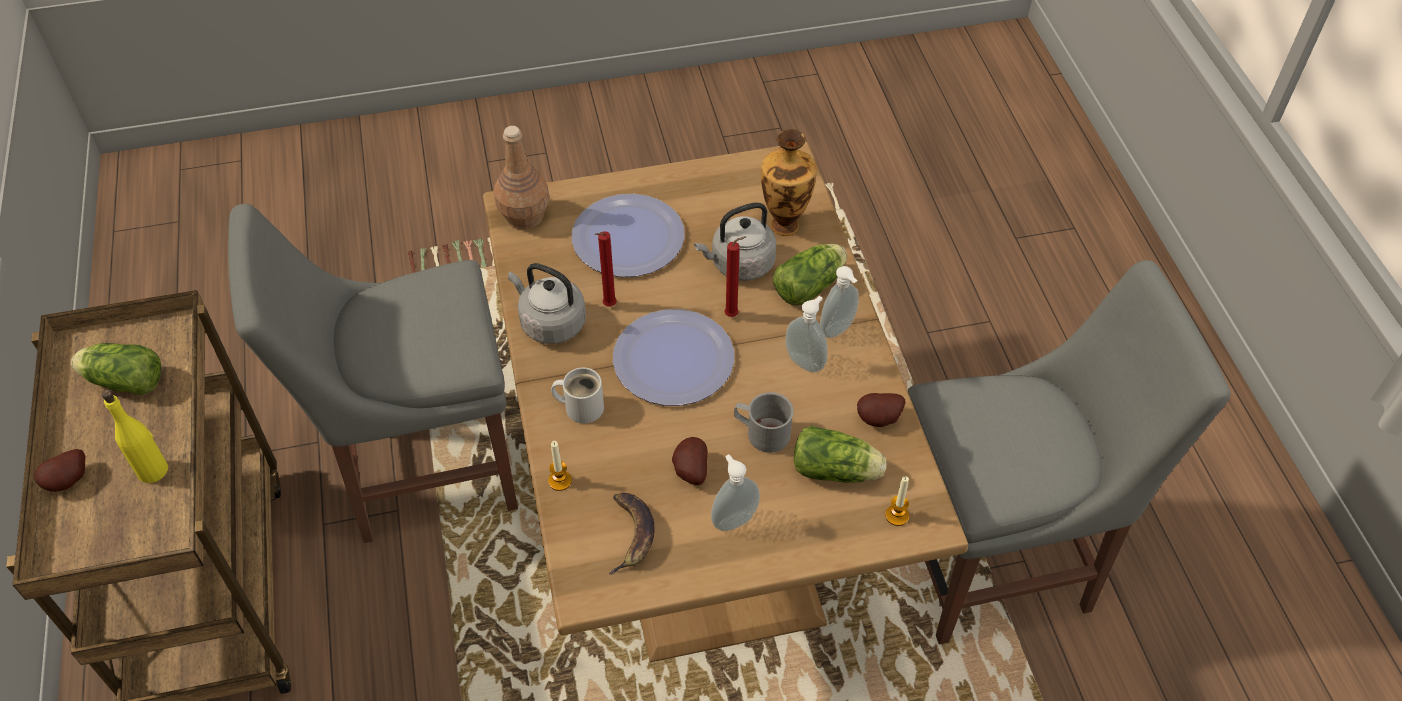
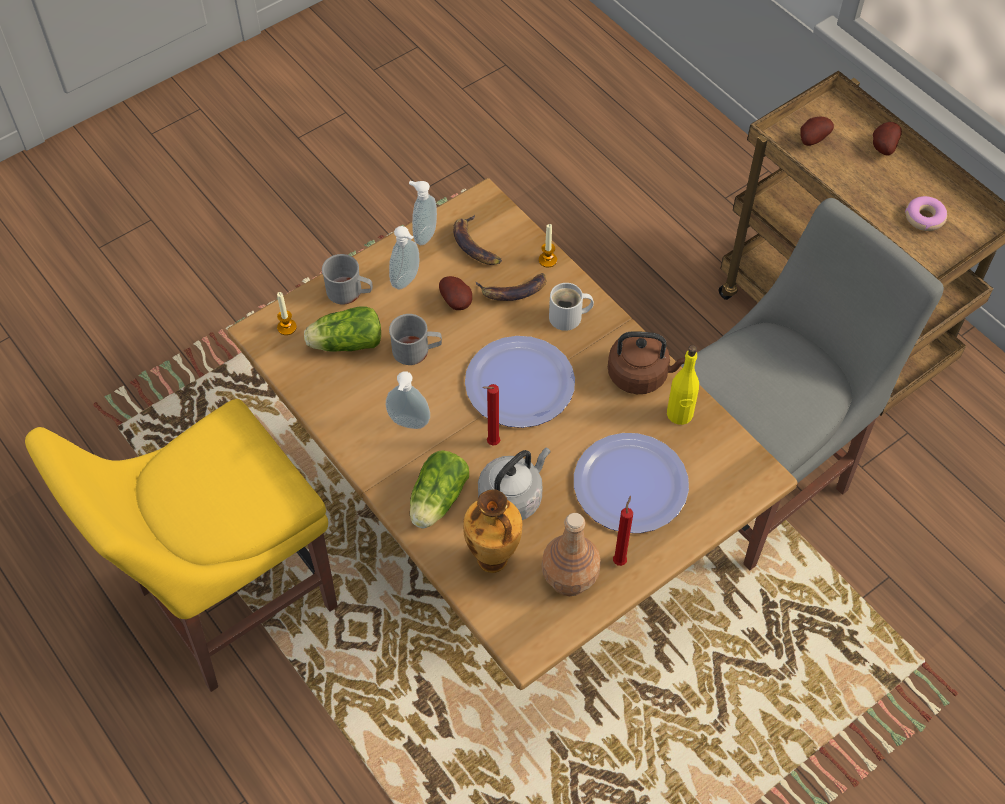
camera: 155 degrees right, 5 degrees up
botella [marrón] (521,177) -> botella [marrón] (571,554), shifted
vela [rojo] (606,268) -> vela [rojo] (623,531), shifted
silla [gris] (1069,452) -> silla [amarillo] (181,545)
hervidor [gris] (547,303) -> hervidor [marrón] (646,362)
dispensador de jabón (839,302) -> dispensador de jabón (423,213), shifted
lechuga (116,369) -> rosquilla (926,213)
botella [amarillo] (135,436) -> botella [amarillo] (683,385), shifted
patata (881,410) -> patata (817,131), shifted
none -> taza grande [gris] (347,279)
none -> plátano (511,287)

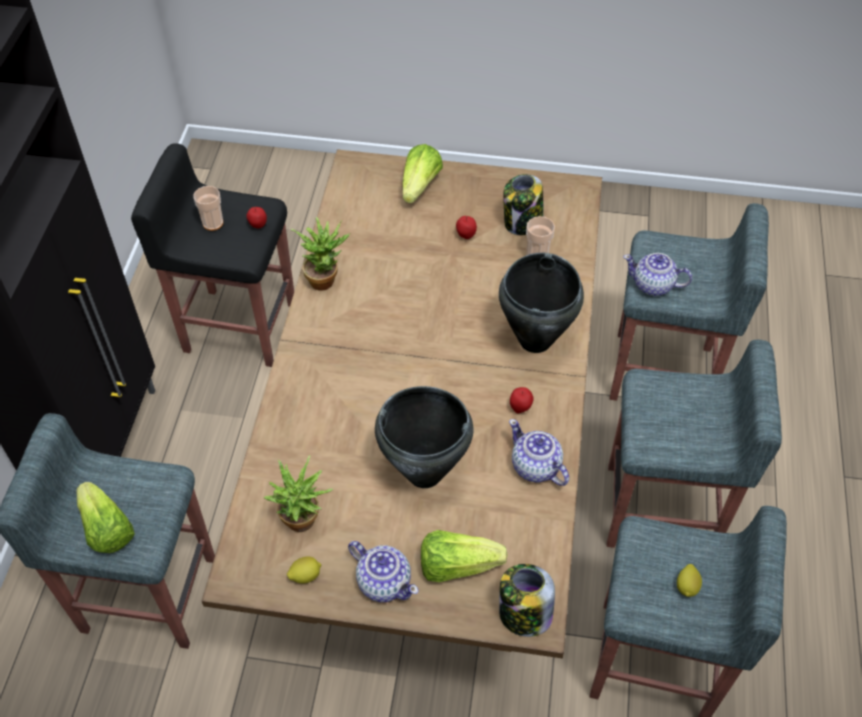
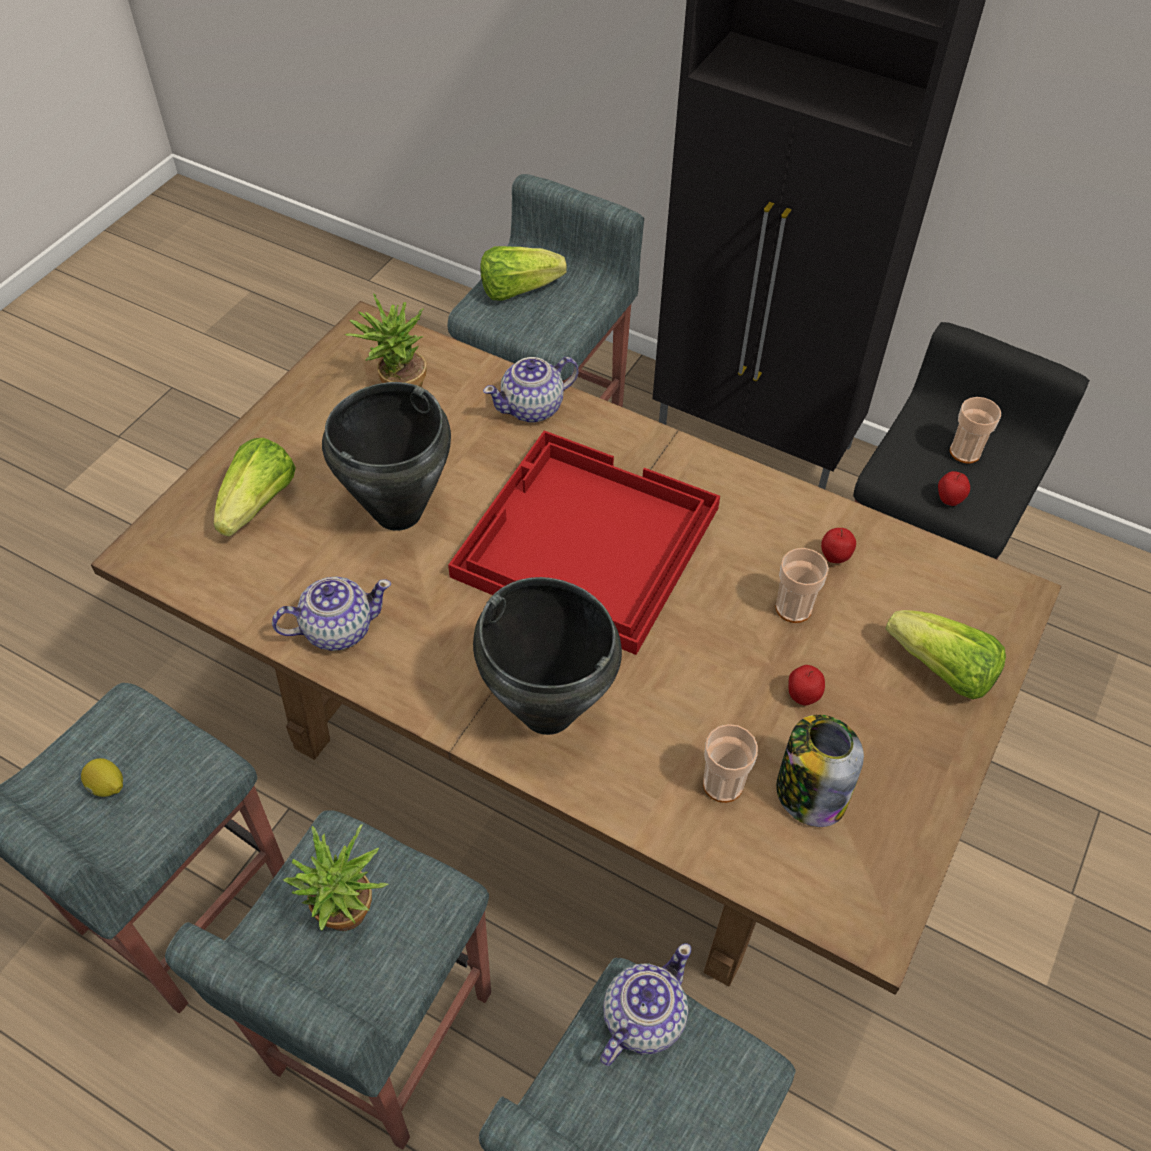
camera: 110 degrees right, 0 degrees up
planta en maceta (320,254) -> planta en maceta (336,877), shifted
manzana (522,400) -> manzana (838,545), shifted
tetera (383,571) -> tetera (530,389), shifted
limón (304,570) -> none
tarro (527,600) -> none
none -> bandeja [rojo] (584,542)
none -> taza (802,585)

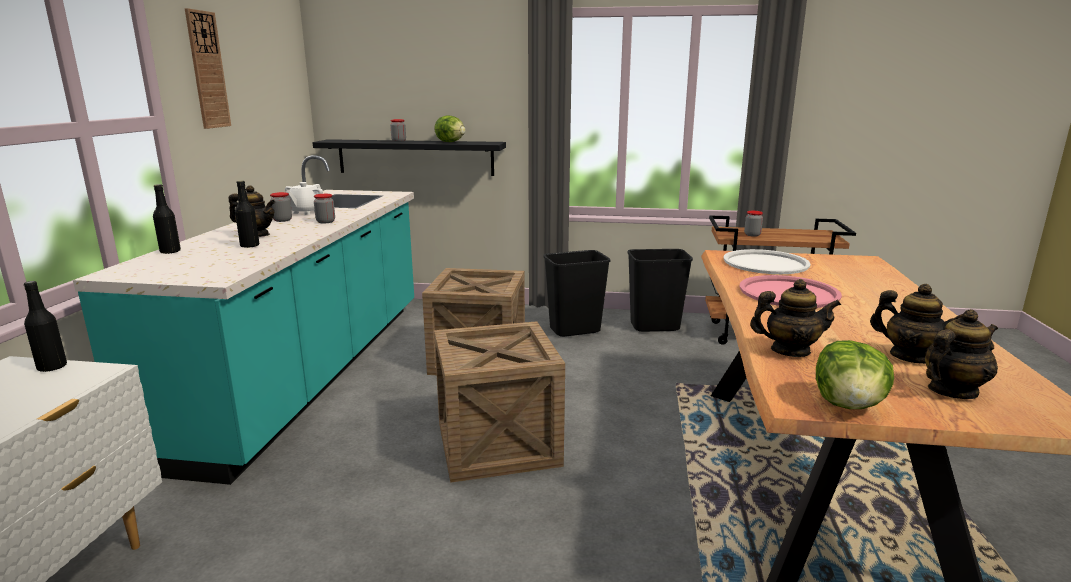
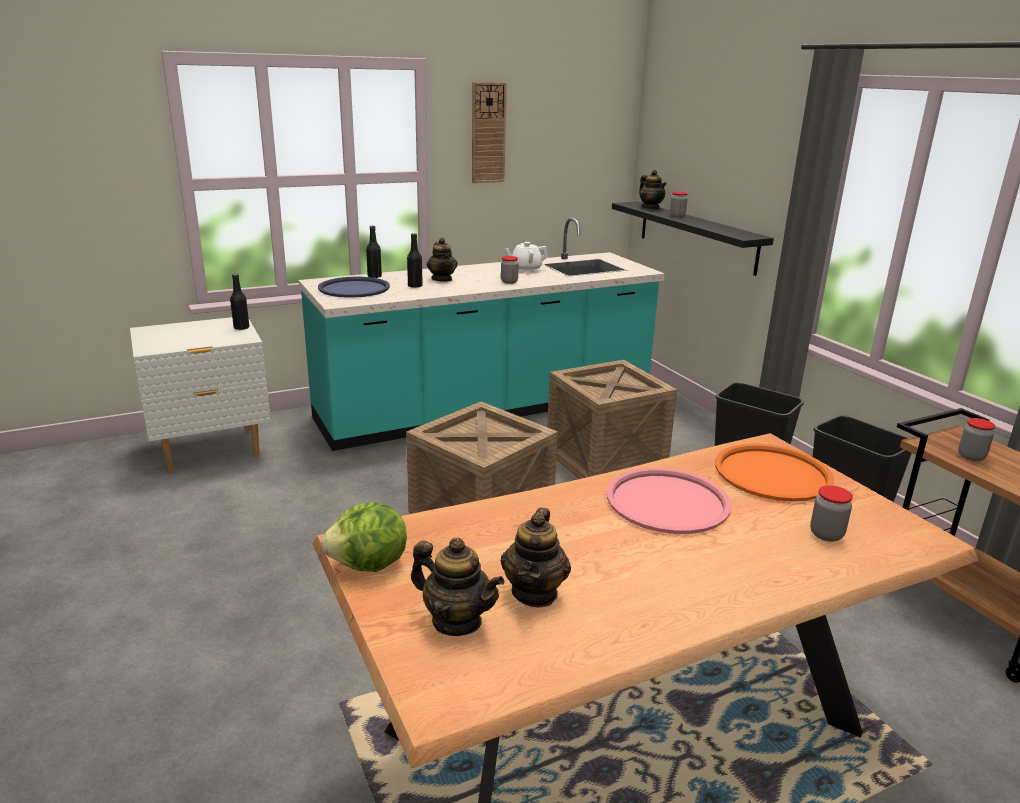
camera: 55 degrees right, 5 degrees up
lechuga (449,128) -> none
tarro (281,207) -> tarro (831,513), shifted
bandeja [blanco] (767,261) -> bandeja [naranja] (775,472)
tetera (795,318) -> tetera (653,189), shifted
none -> bandeja [azul] (354,287)

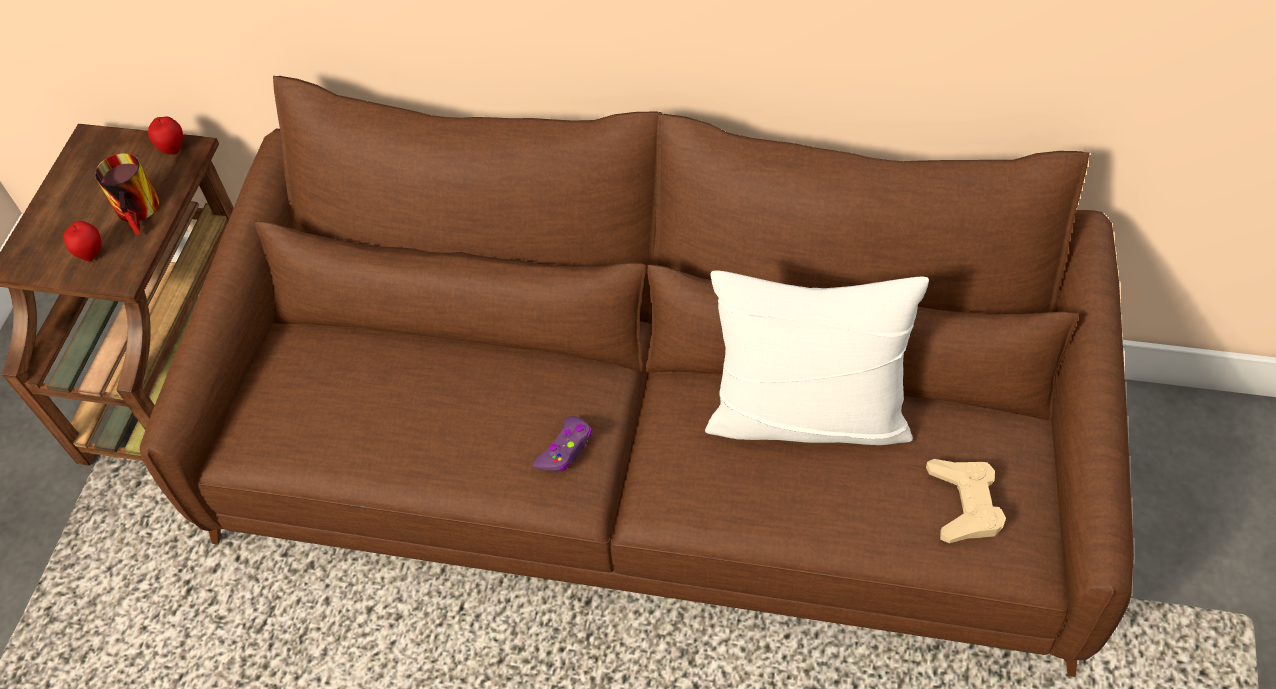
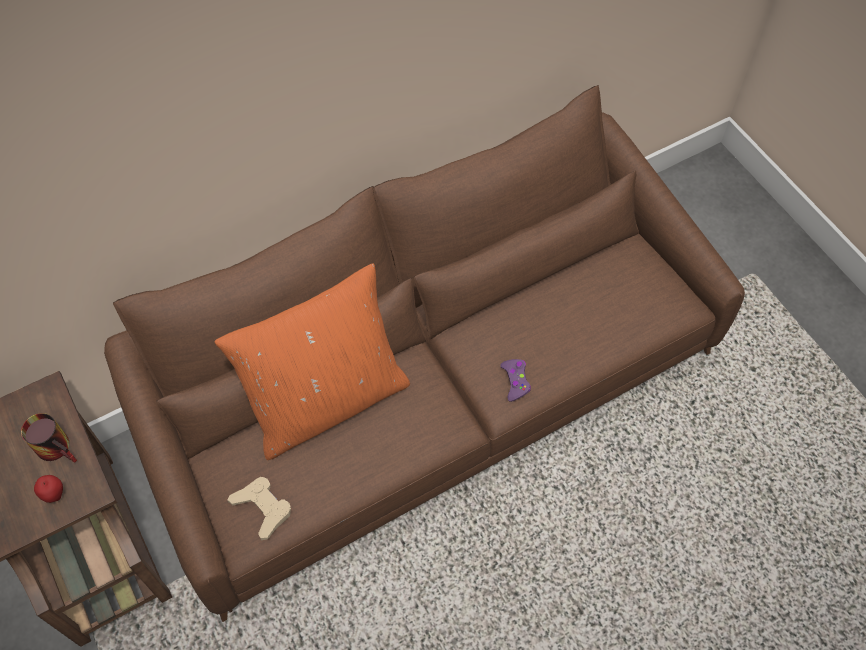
camera: 45 degrees left, 5 degrees up
manzana (165,135) -> none
cojín [blanco] (817,357) -> none
mando de consola [morado] (562,444) -> mando de consola [morado] (515,380), shifted
mando de consola [beis] (966,501) -> mando de consola [beis] (259,508), shifted
none -> cojín [naranja] (312,361)

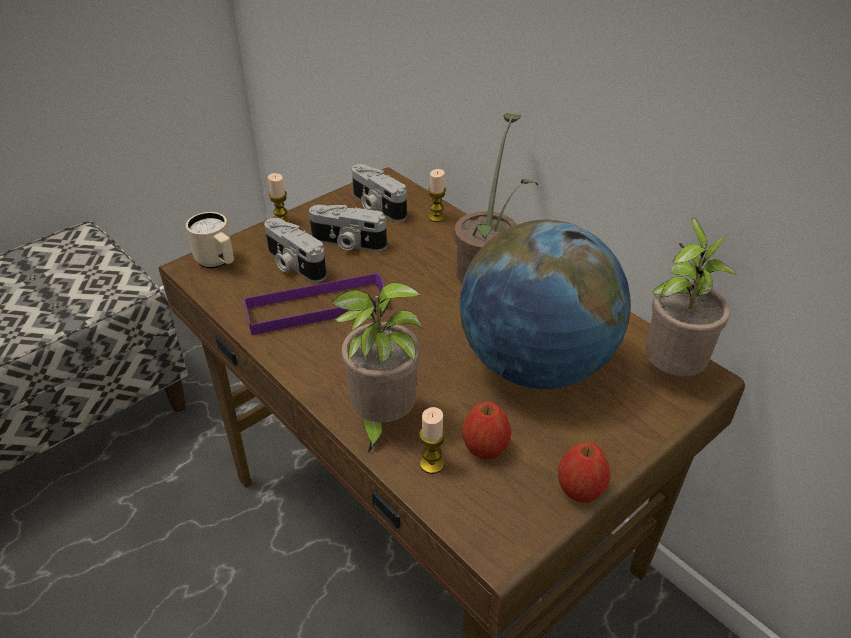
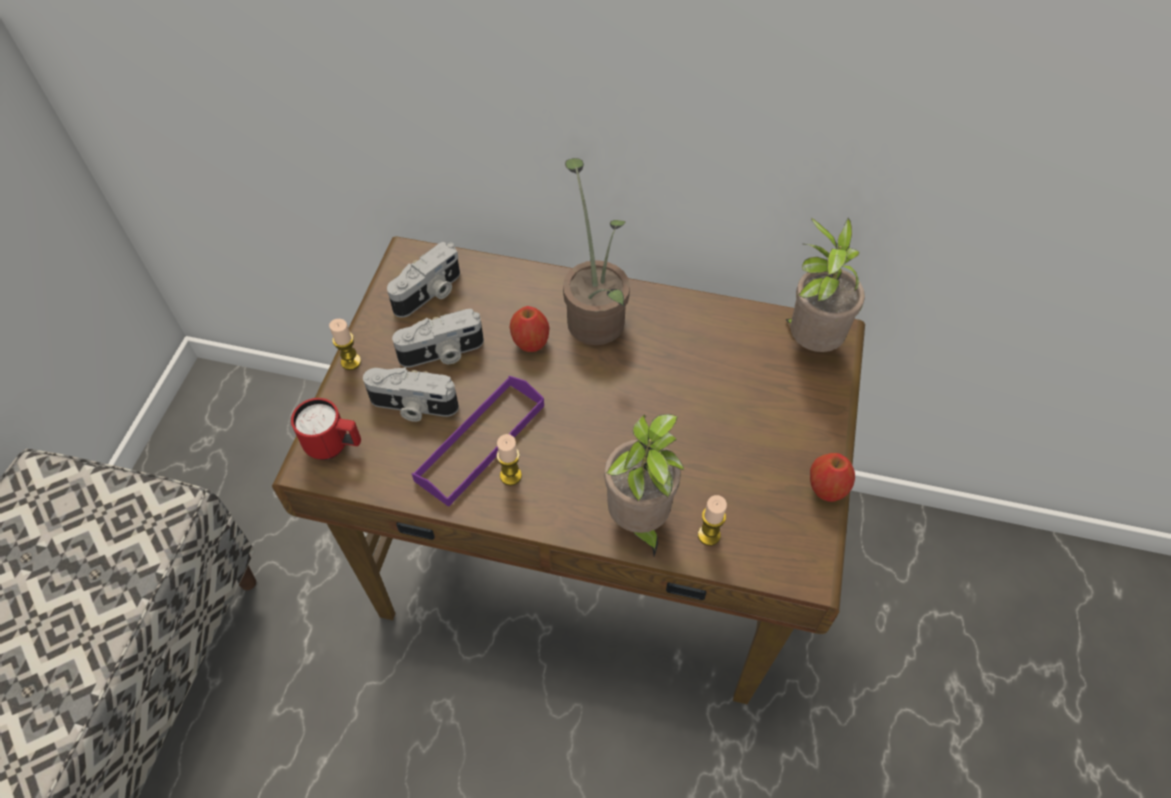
camera: 35 degrees left, 15 degrees up
cámara (379,193) -> cámara (423,280), 60 degrees counterclockwise
vela (437,195) -> vela (509,460), shifted
taza grande [beis] (210,240) -> taza grande [rojo] (326,429)
globo terráqueo (545,304) -> none
manzana (486,431) -> manzana (530,329), shifted

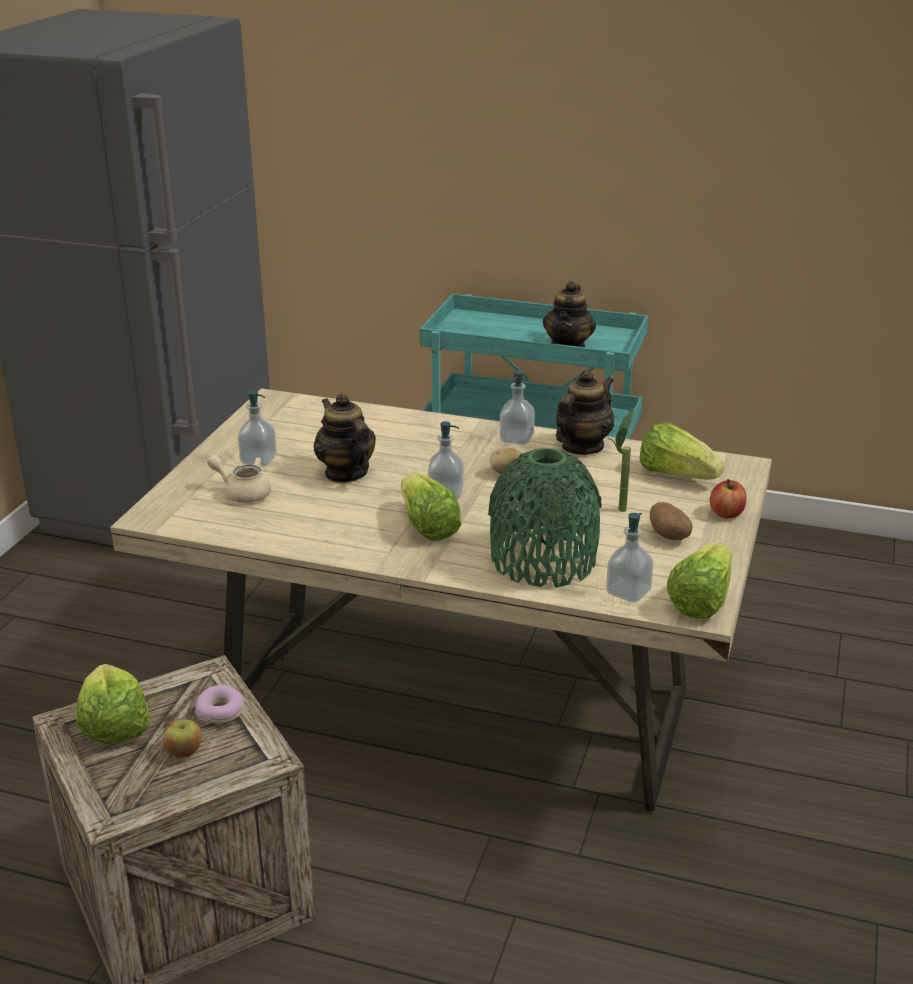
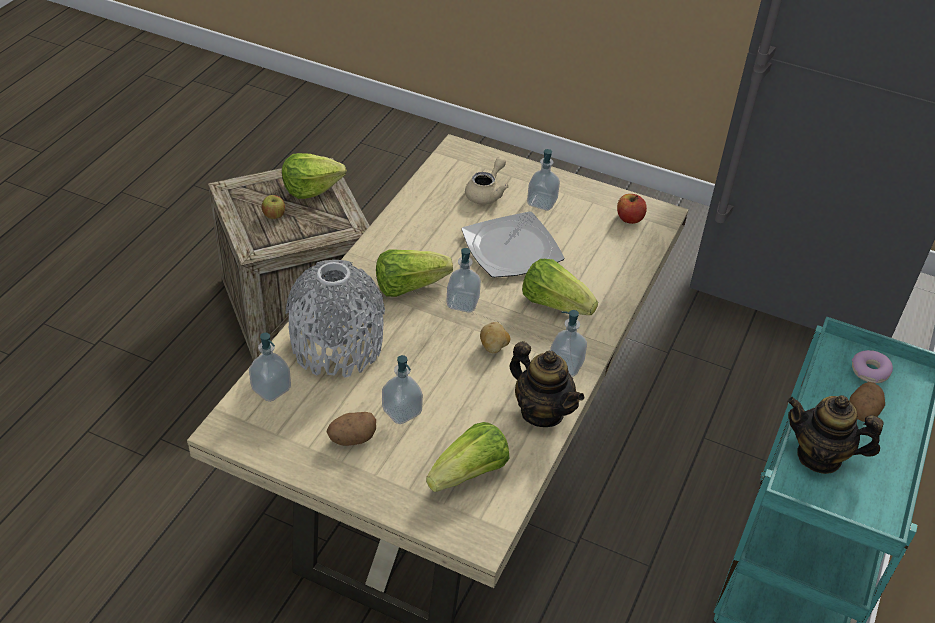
camera: 95 degrees right, 15 degrees up
tetera (344,438) -> plato (513,244)
planta en maceta (620,460) -> dispensador de jabón (402,389)
florero [verde] (545,518) -> florero [gris] (335,319)
manzana (728,498) -> manzana (632,209), shifted
lechuga (699,581) -> lechuga (560,287), shifted
rosquilla (220,704) -> rosquilla (872,366), shifted
none -> patata (867,402)

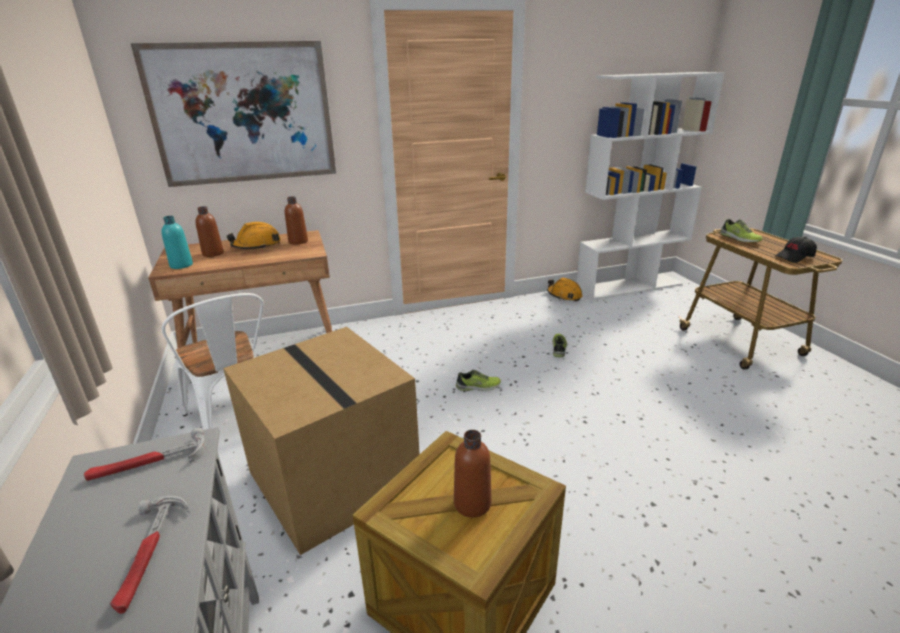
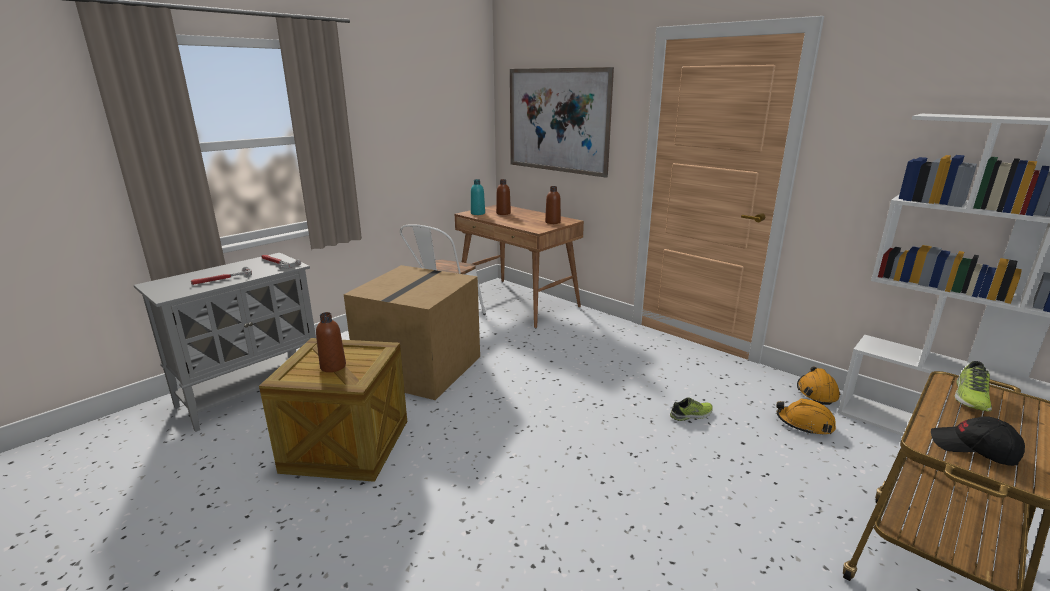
camera: 60 degrees right, 5 degrees down
casco [naranja] (254,235) -> casco [naranja] (806,416), shifted
zapato (478,380) -> none

